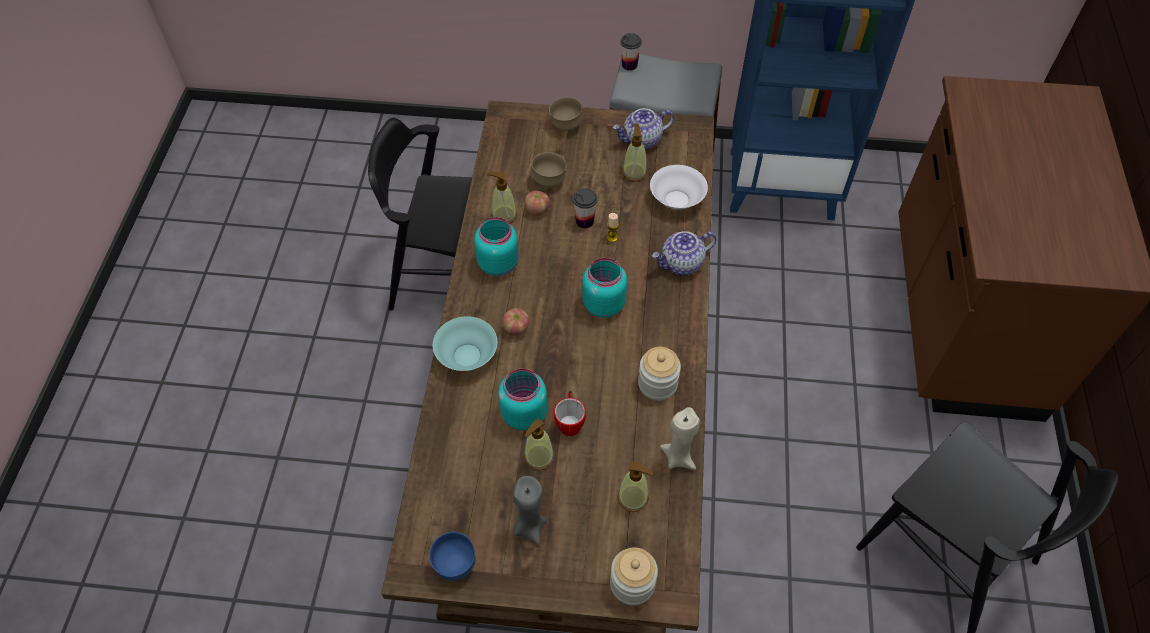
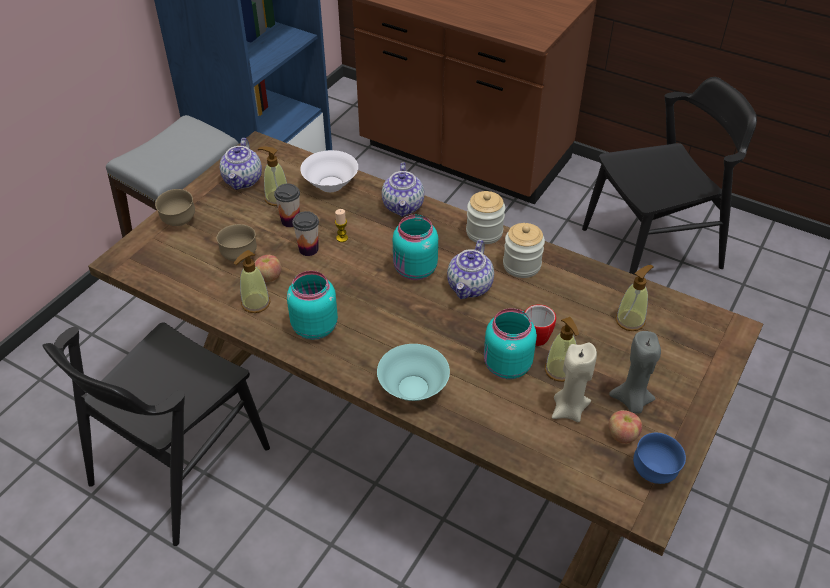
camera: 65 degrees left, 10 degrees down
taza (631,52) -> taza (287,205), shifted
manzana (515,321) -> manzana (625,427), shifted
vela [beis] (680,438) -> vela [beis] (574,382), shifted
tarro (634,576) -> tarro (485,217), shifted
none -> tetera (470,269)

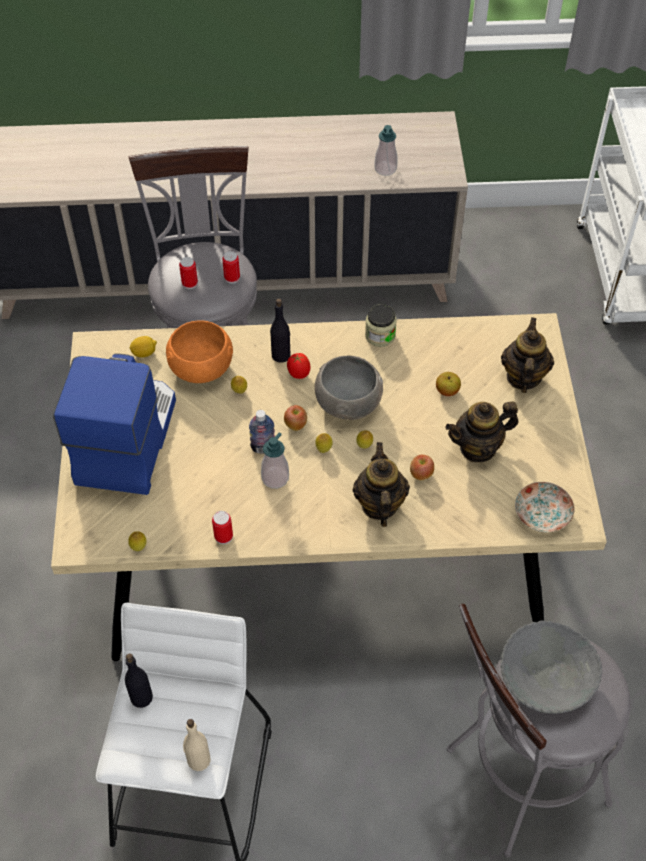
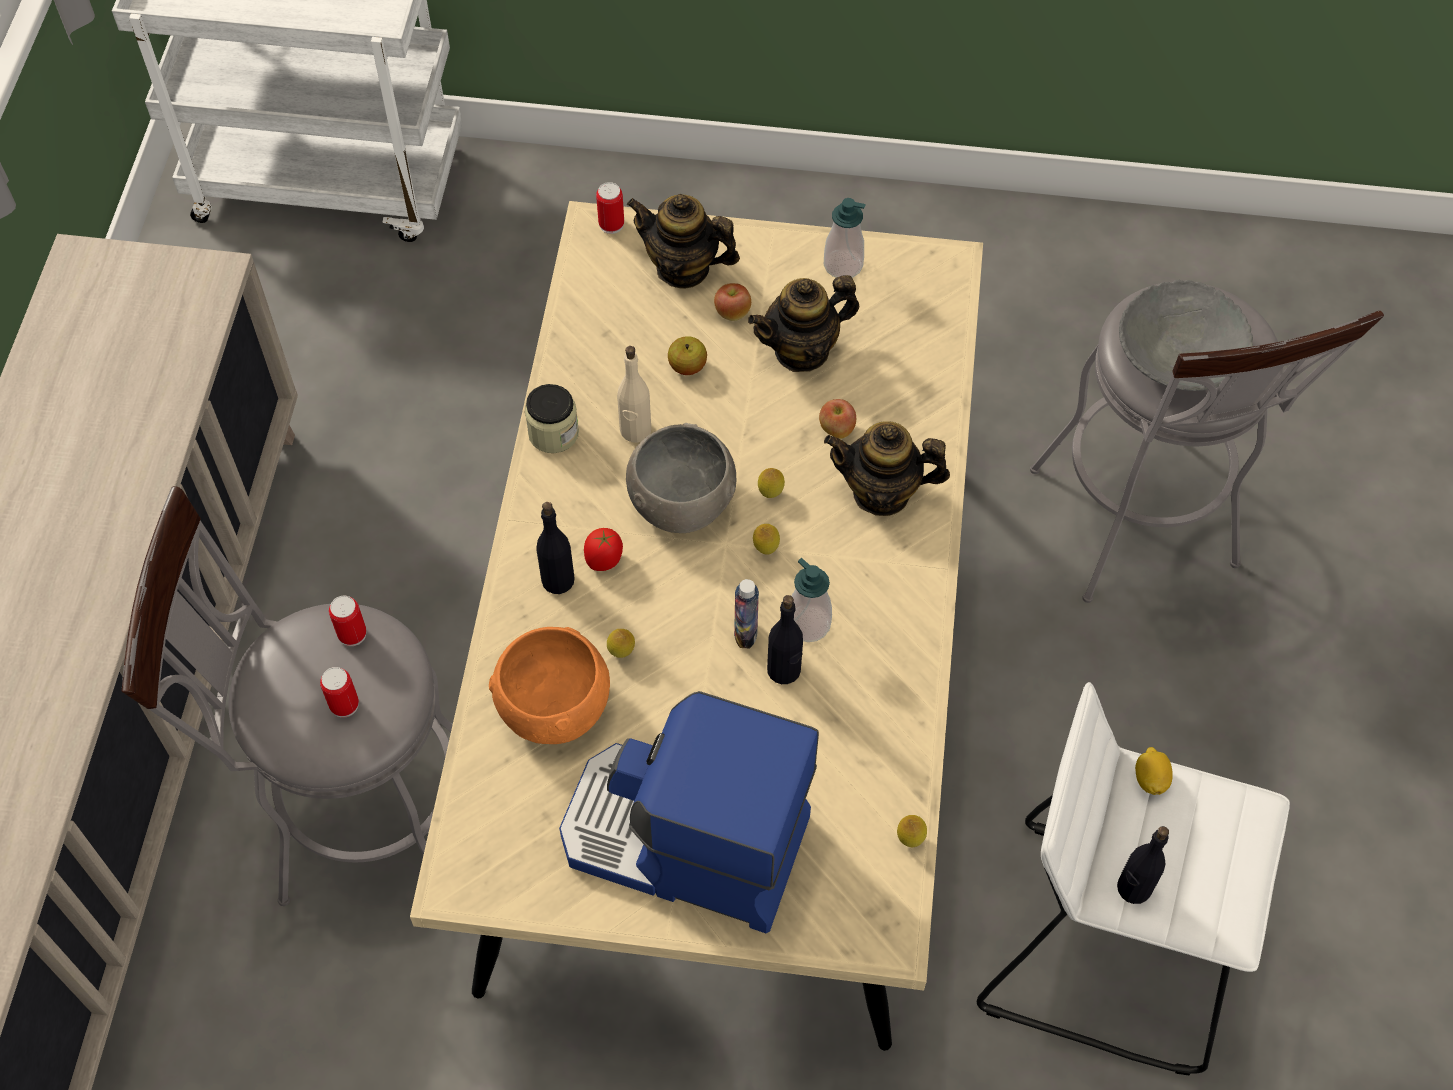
camera: 80 degrees left, 5 degrees up
dispensador de jabón (386,150) -> dispensador de jabón (844,238), shifted
limón (143,346) -> limón (1154,771), shifted
tetera (482,431) -> tetera (803,323), 75 degrees clockwise
manzana (295,418) -> manzana (732,302), shifted
plato (545,507) -> none
lata (222,527) -> lata (610,208), shifted
botella [beis] (196,745) -> botella [beis] (634,394), shifted
none -> botella [negro] (785,639)

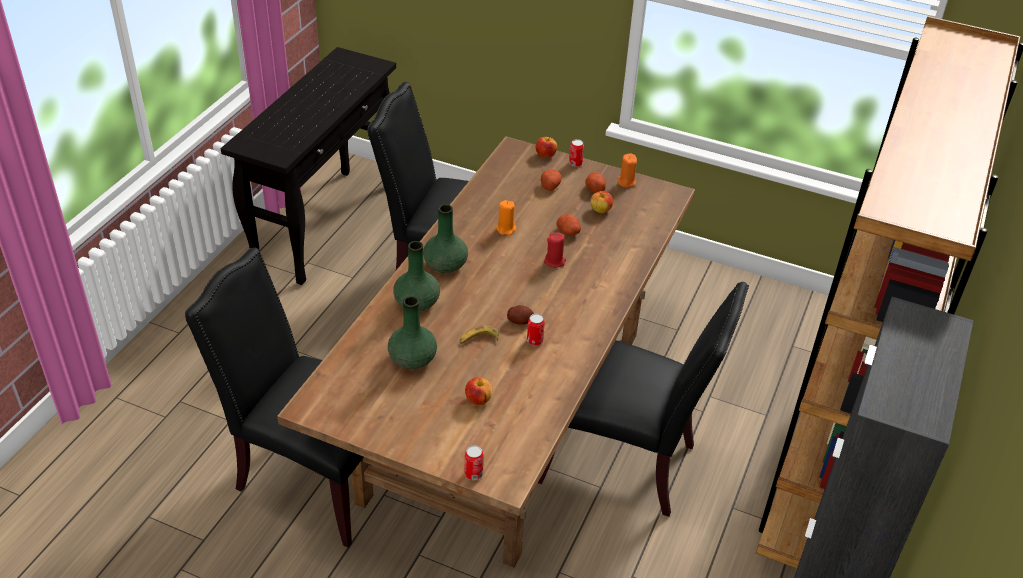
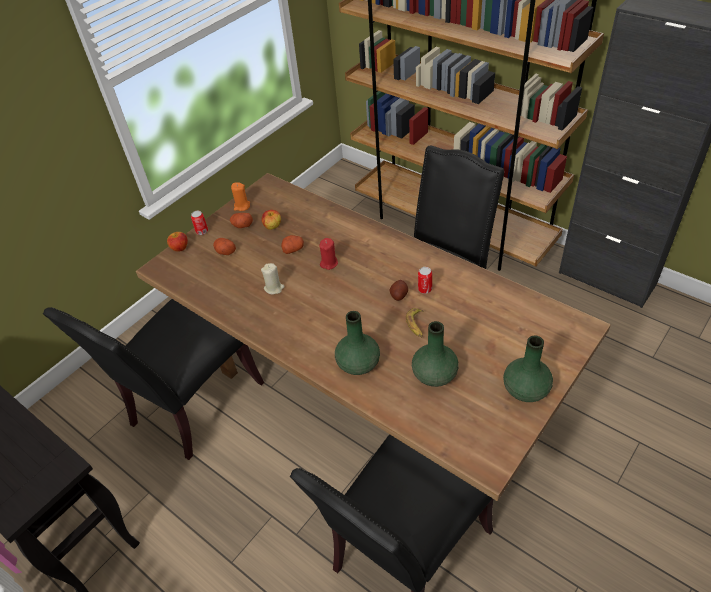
camera: 70 degrees left, 5 degrees up
vela [naranja] (506,218) -> vela [beis] (273,278)
florero [verde] (445,238) -> florero [verde] (528,369), shifted
manzana (478,391) -> none
lata (474,462) -> none

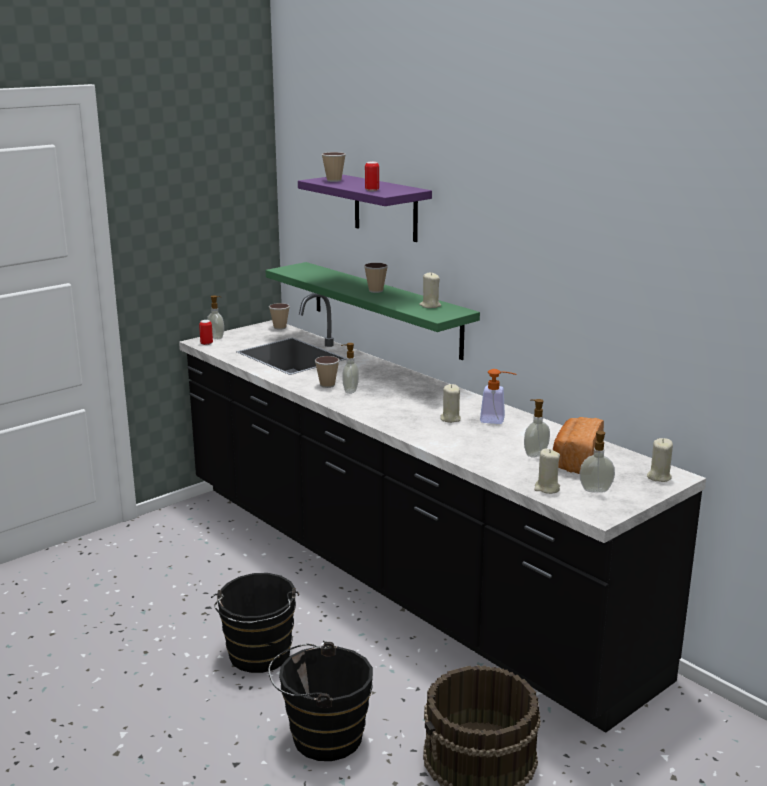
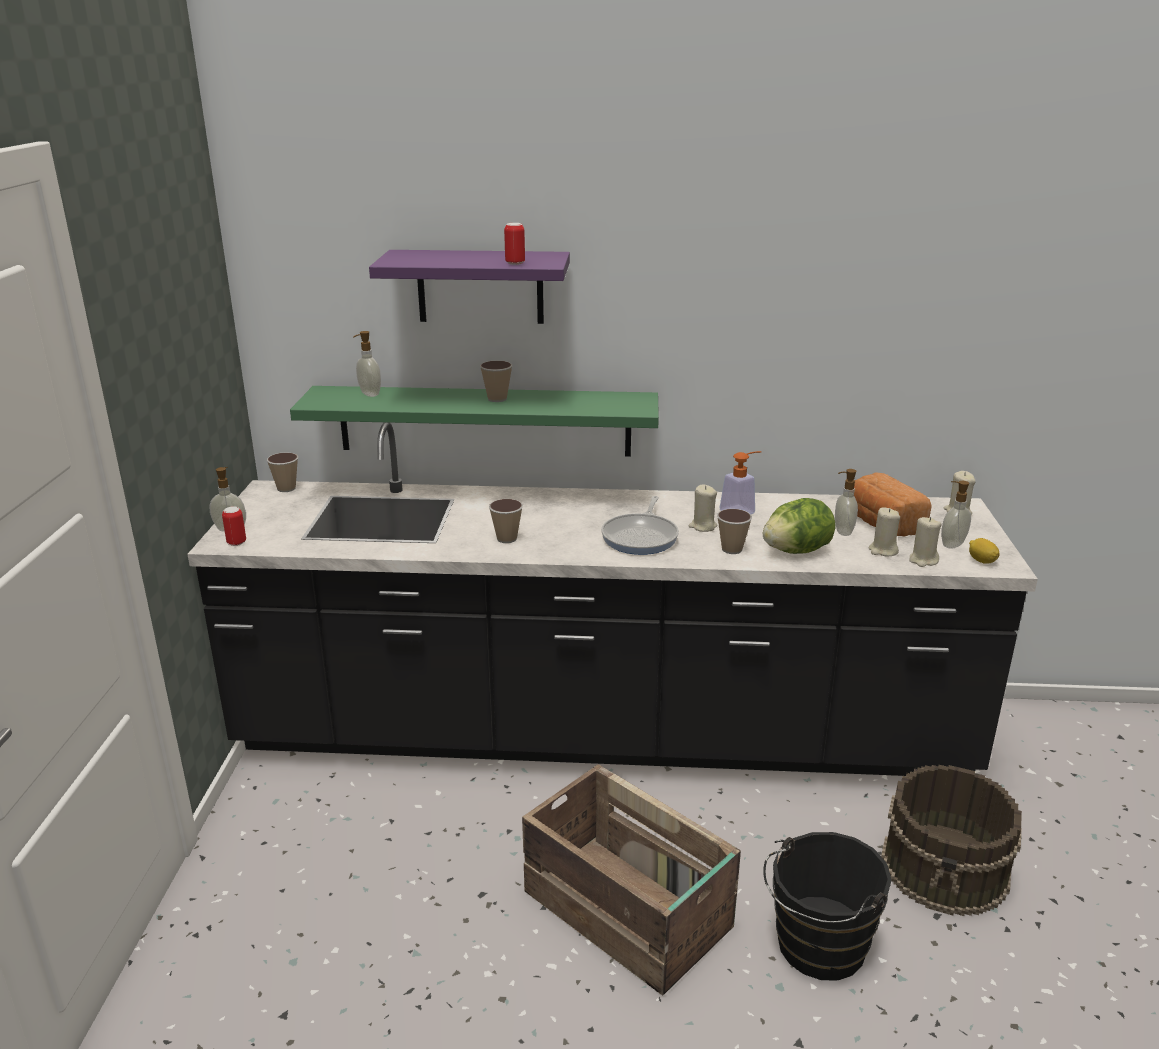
camera: 45 degrees left, 5 degrees up
taza (334,167) -> taza (734,531), shifted
vela [beis] (430,290) -> vela [beis] (884,531), shifted
dispensador de jabón (350,368) -> dispensador de jabón (367,364), shifted
cubo [negro] (255,623) -> caja de embalaje (631,880)
none -> sartén (640,525)
none -> lechuga (799,526)
none -> limón (984,551)

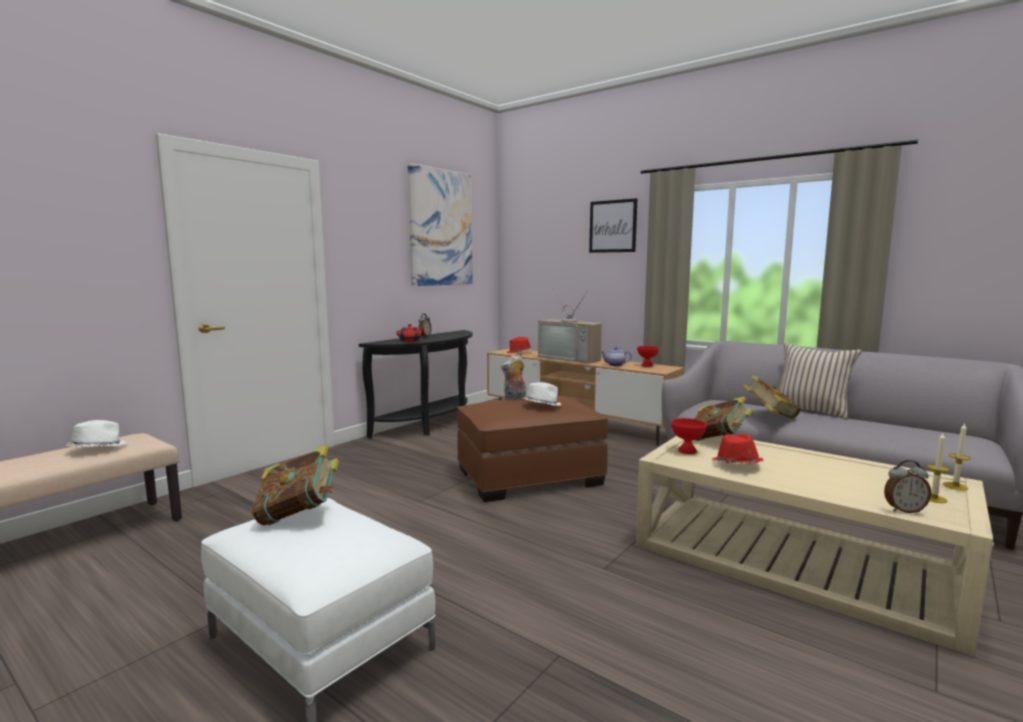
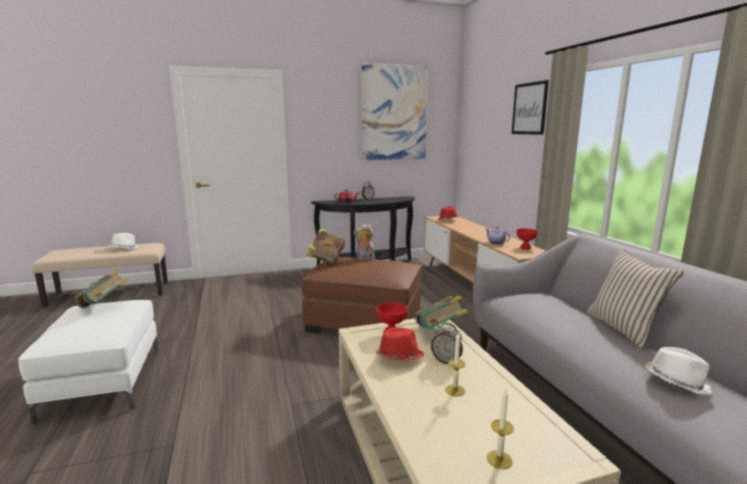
camera: 35 degrees right, 5 degrees up
televisor (570,327) -> none
libro (772,397) -> libro (326,246), shifted
sombrero [blanco] (542,394) -> sombrero [blanco] (678,371), shifted
vela (957,456) -> vela (455,364), shifted
despertador (907,486) -> despertador (447,343), shifted

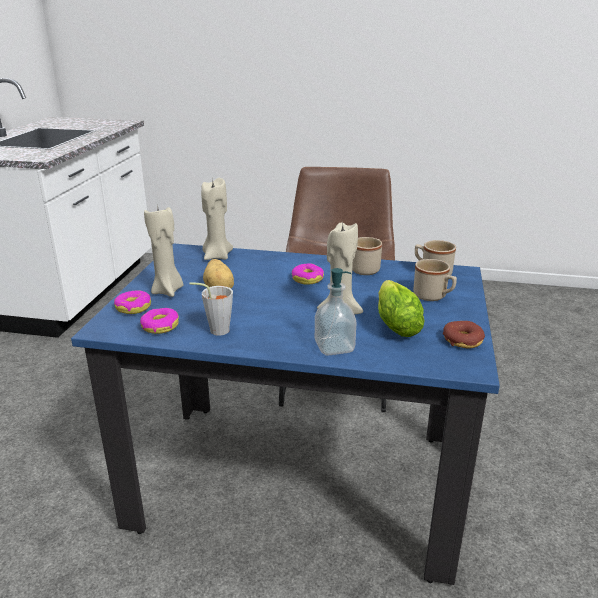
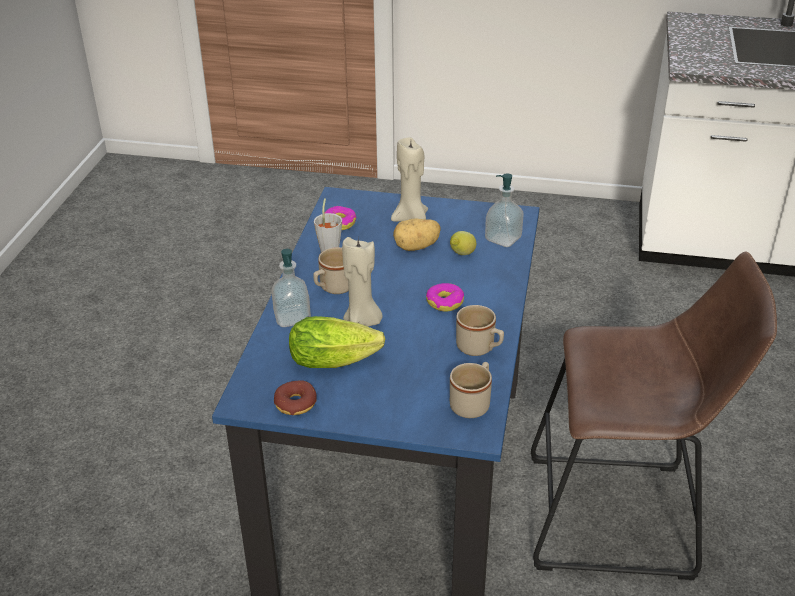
camera: 90 degrees right, 10 degrees up
vela [beis] (217,219) -> dispensador de jabón (504,210)
taza grande [beis] (435,280) -> taza grande [beis] (331,270), shifted
rosquilla (132,302) -> none
none -> limón (463,243)

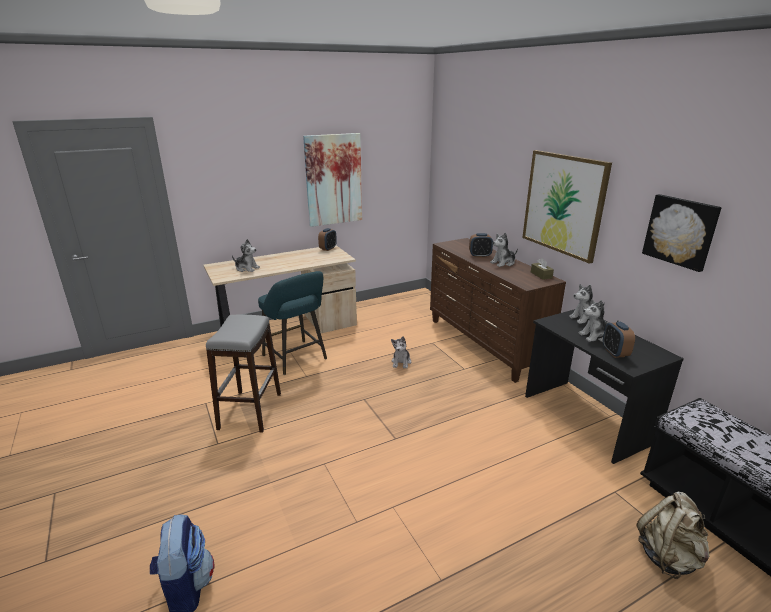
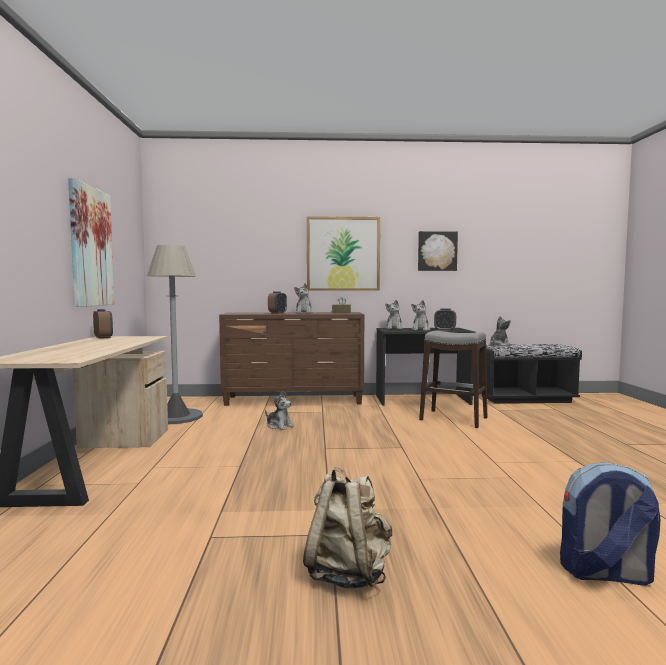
camera: 65 degrees left, 20 degrees down
peluche (246,255) -> peluche (500,331), shifted
taburete [turquesa] (292,323) -> none
taburete [gris] (243,374) -> taburete [gris] (453,379), shifted
mochila [beis] (673,535) -> mochila [beis] (347,528), shifted
none -> lámpara de pie [gris] (175,334)

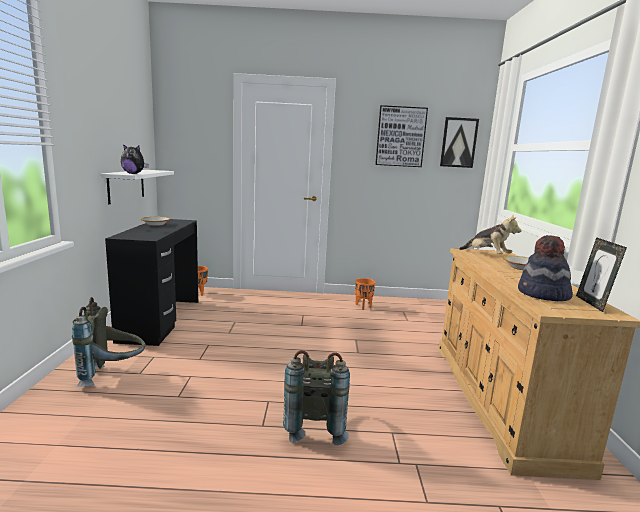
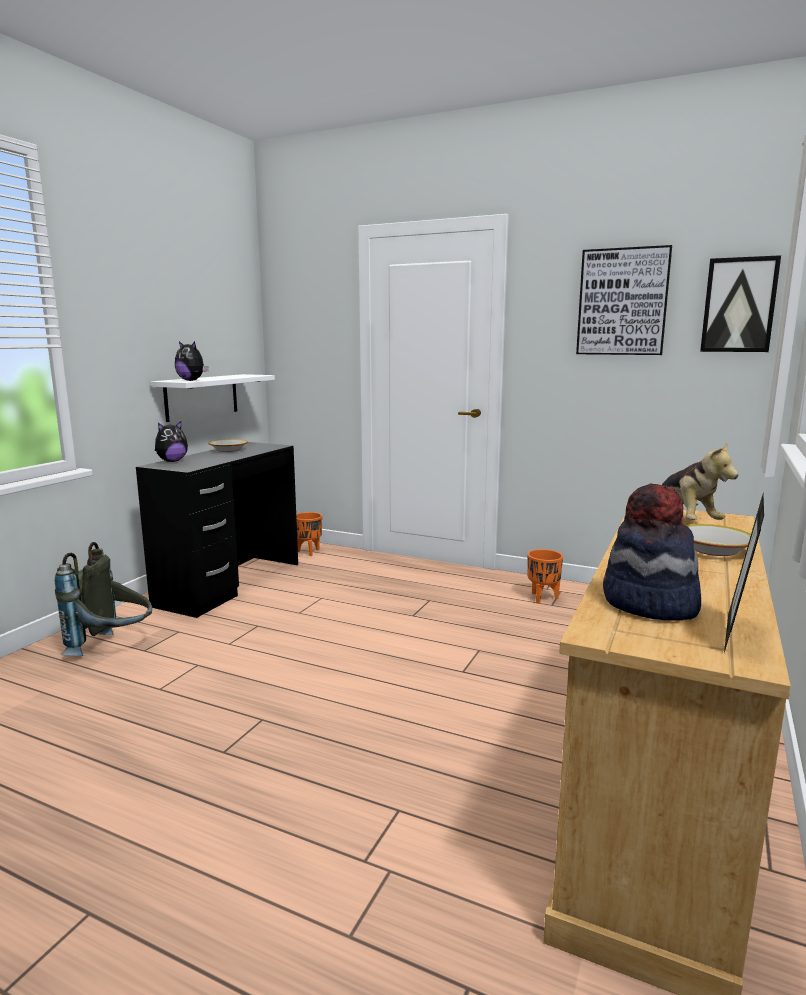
camera: 25 degrees right, 0 degrees up
mochila [gris] (316,397) -> none
none -> peluche (171,441)

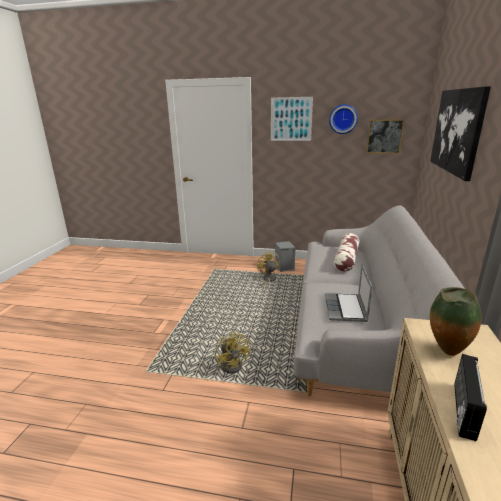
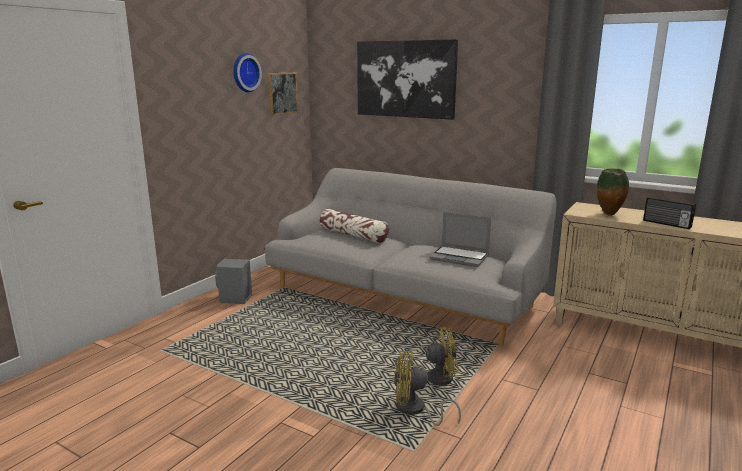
camera: 70 degrees left, 5 degrees down
cuadro (292,119) -> none
ventilador [amarillo] (268,270) -> ventilador [amarillo] (427,388), shifted

